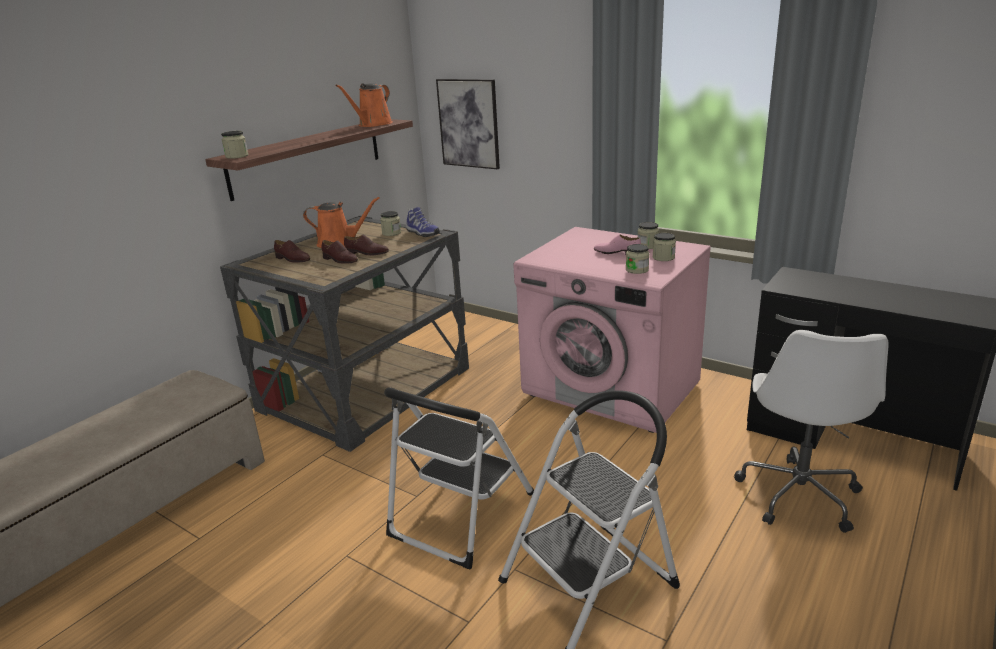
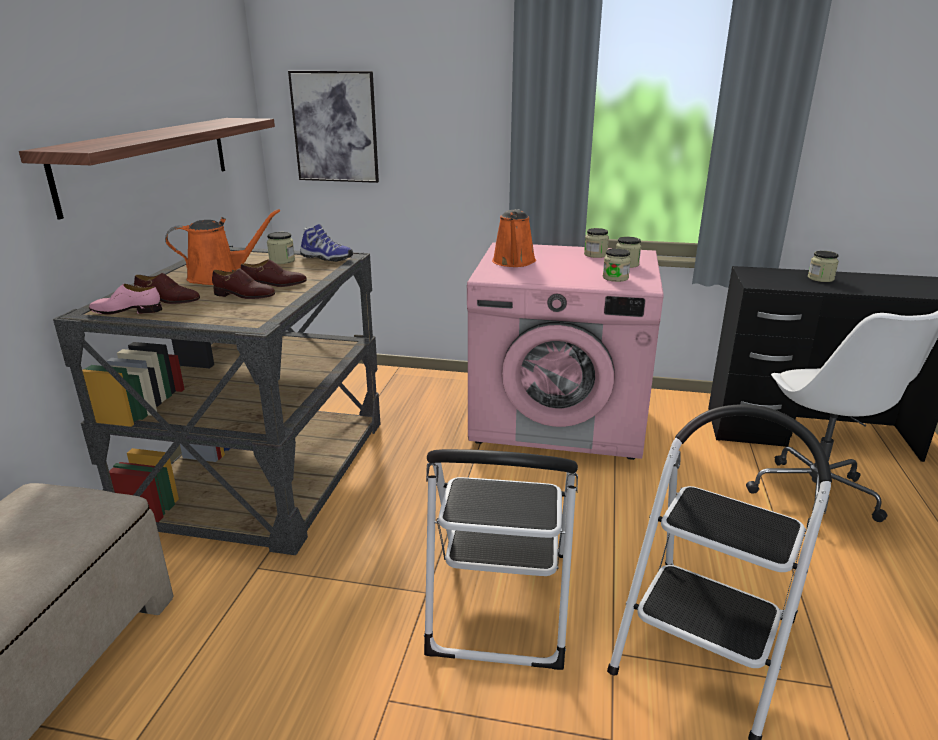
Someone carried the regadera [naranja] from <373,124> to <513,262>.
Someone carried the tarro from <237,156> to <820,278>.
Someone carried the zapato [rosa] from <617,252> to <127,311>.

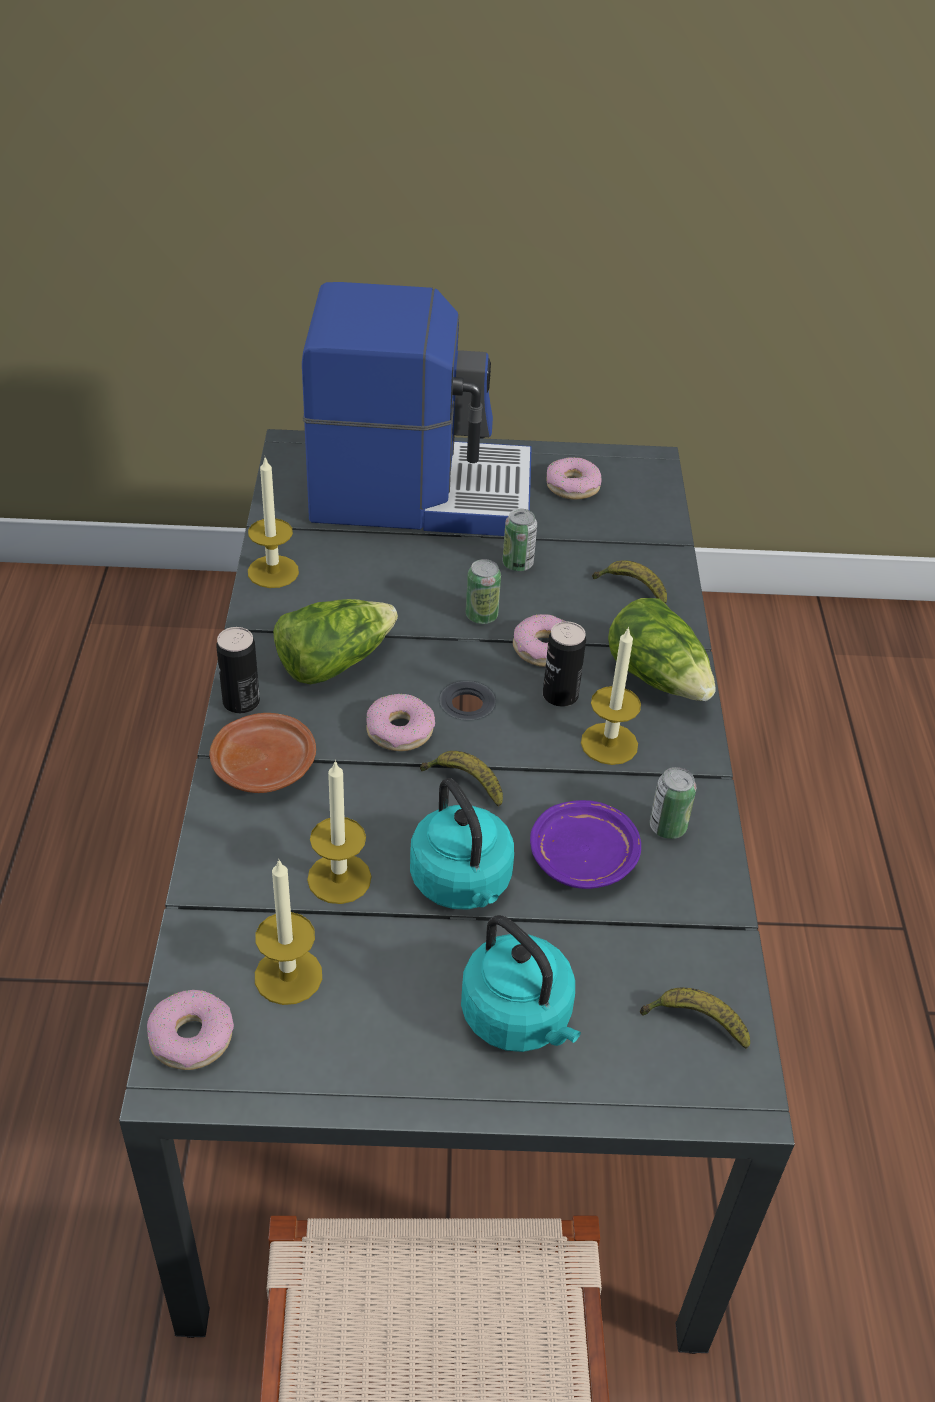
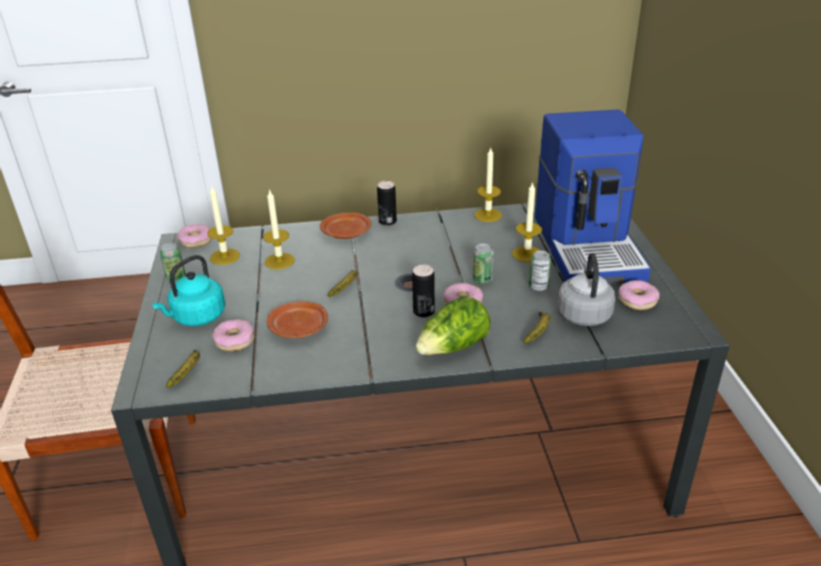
Someone took away the lechuga at <333,662>.
Someone carried the vela from <609,743> to <527,254>.
Someone carried the rosquilla from <400,730> to <234,340>.
Someone carried the lata from <667,827> to <176,278>.
Someone took away the hervidor [turquesa] at <463,884>.
Someone repainted the plato [morado] at <583,856>, which became the plato [marrón] at <299,329>.
Someone put down the hervidor [gris] at <584,313>.

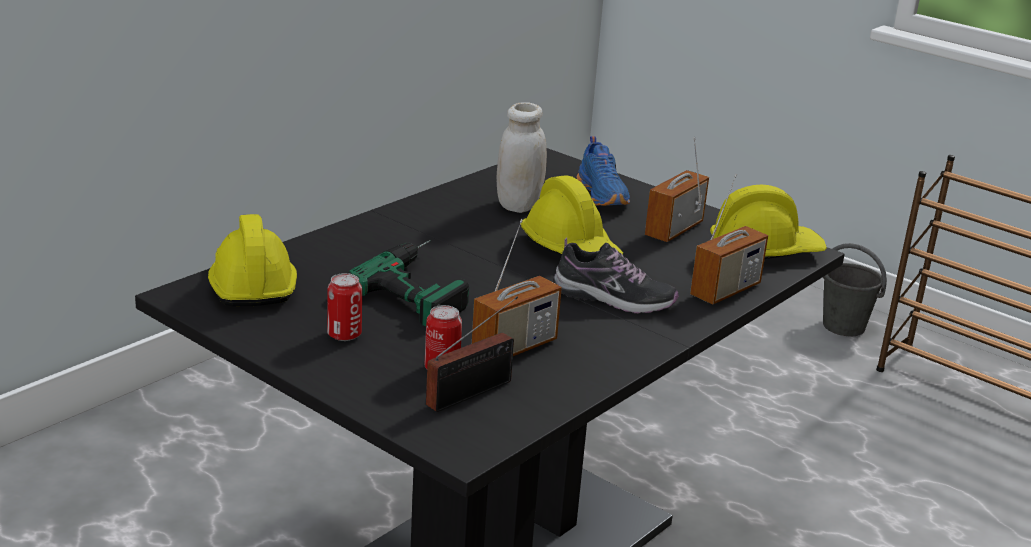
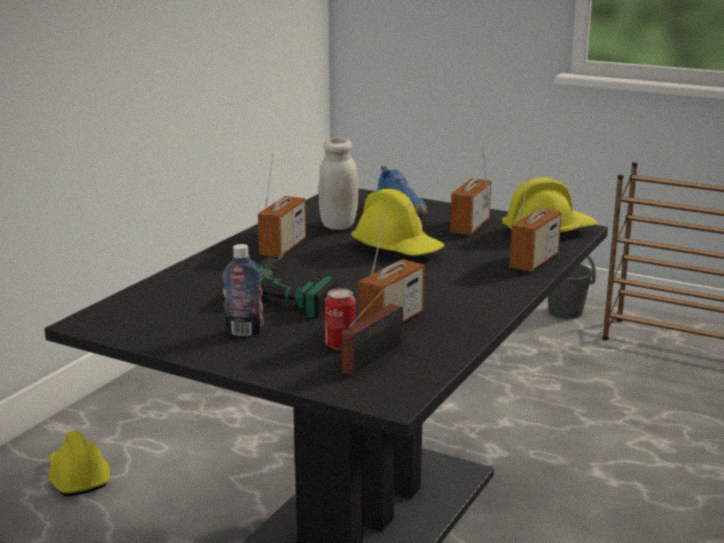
Someone carried the casco [amarillo] from <251,284> to <78,477>.
Someone took away the zapato at <613,298>.
Someone swapped the lata at <344,335> for the botella at <244,332>.
Someone put down the radio at <283,248>.

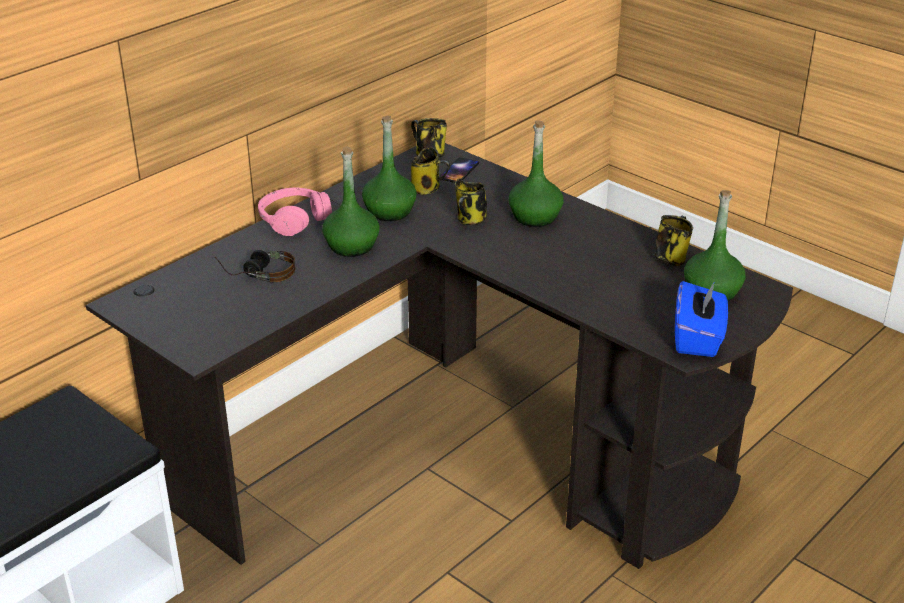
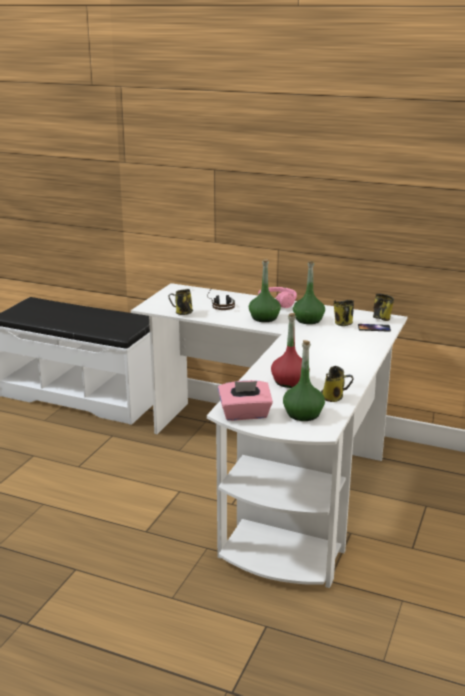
Someone took away the botella [verde] at <535,217>.
Someone repainted the escritorio [negro] at <449,449>, which became the escritorio [blanco] at <278,471>.
Someone carried the taza grande from <470,220> to <183,313>.
Someone repainted the caja de pañuelos [azul] at <698,338>, which became the caja de pañuelos [rosa] at <245,414>.
Someone put down the botella [rojo] at <289,381>.

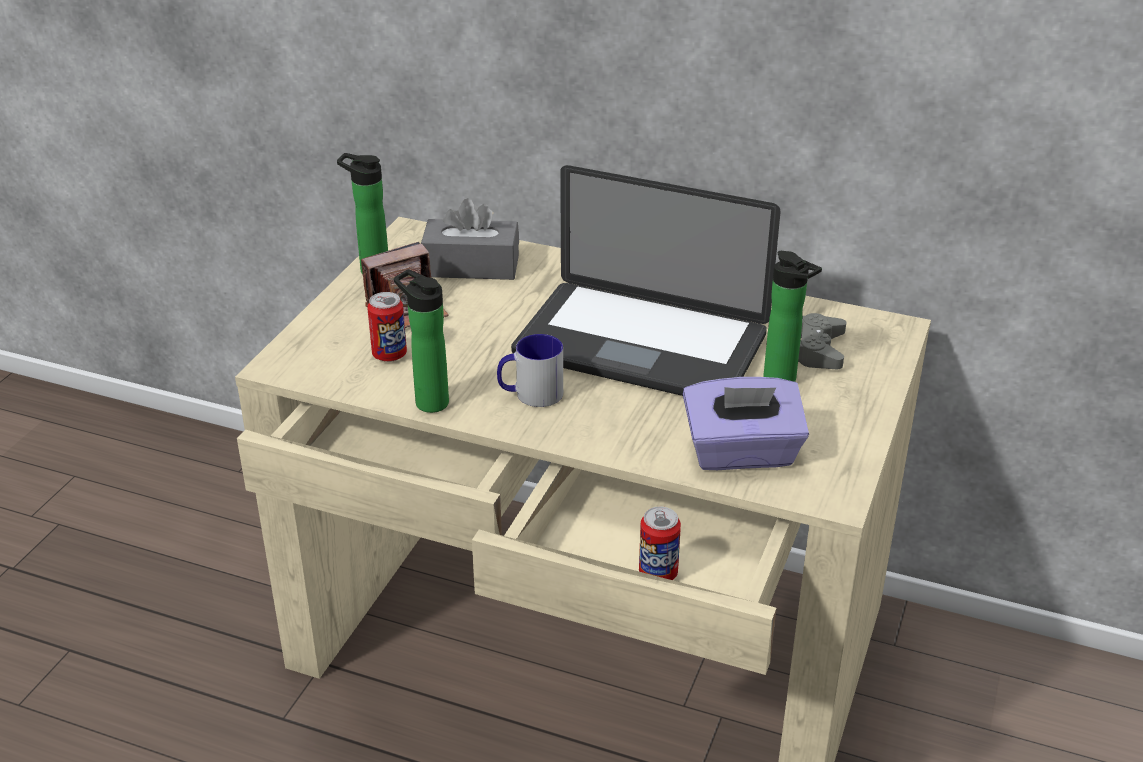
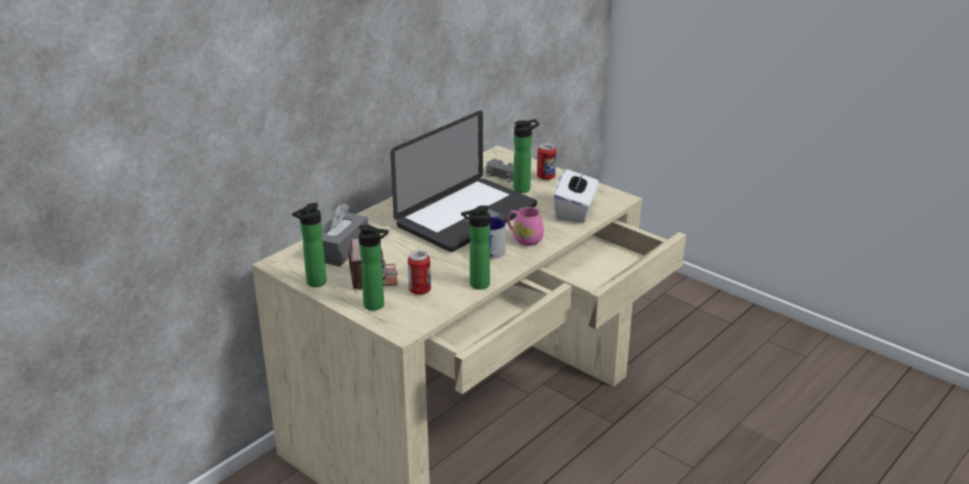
Someone repainted the caja de pañuelos [morado] at <742,453>, which became the caja de pañuelos [blanco] at <575,211>.
Someone carried the lata from <658,573> to <546,177>.
Someone put down the taza grande [rosa] at <524,239>.
Someone put down the botella at <377,306>.

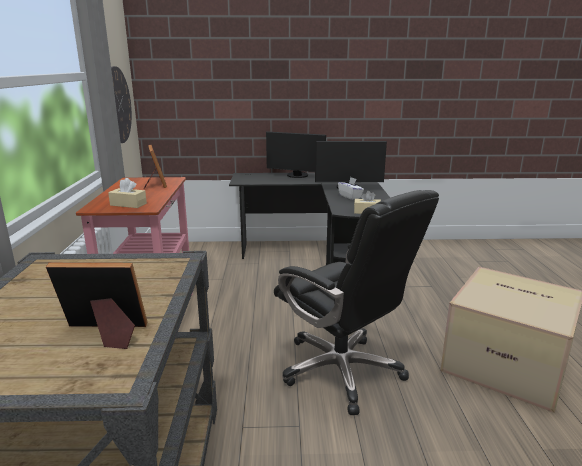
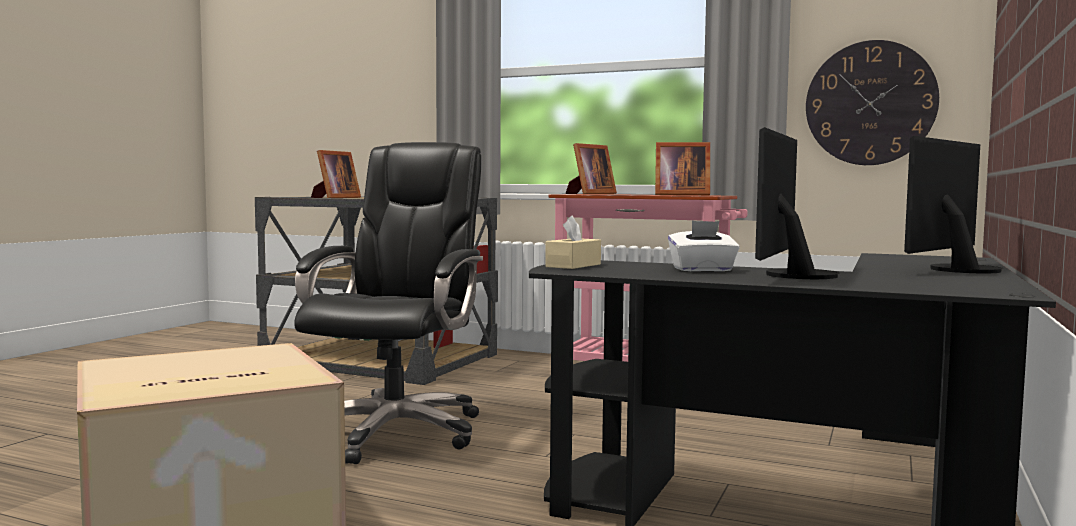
Someone swapped the caja de pañuelos [beis] at <128,204> for the portarretratos at <590,194>.
Someone rotated the silla de oficina [negro] at <342,371> by 120 degrees clockwise.

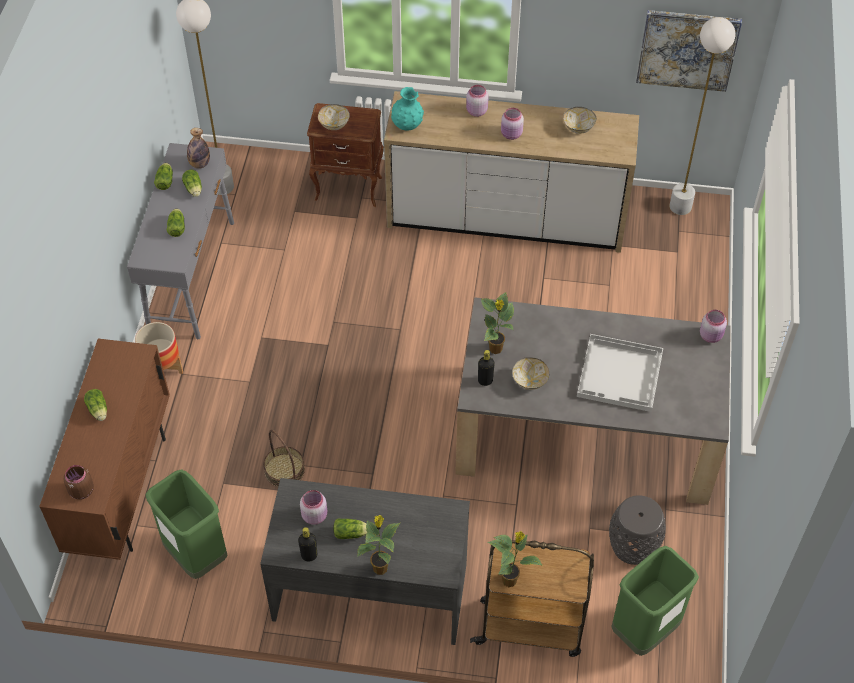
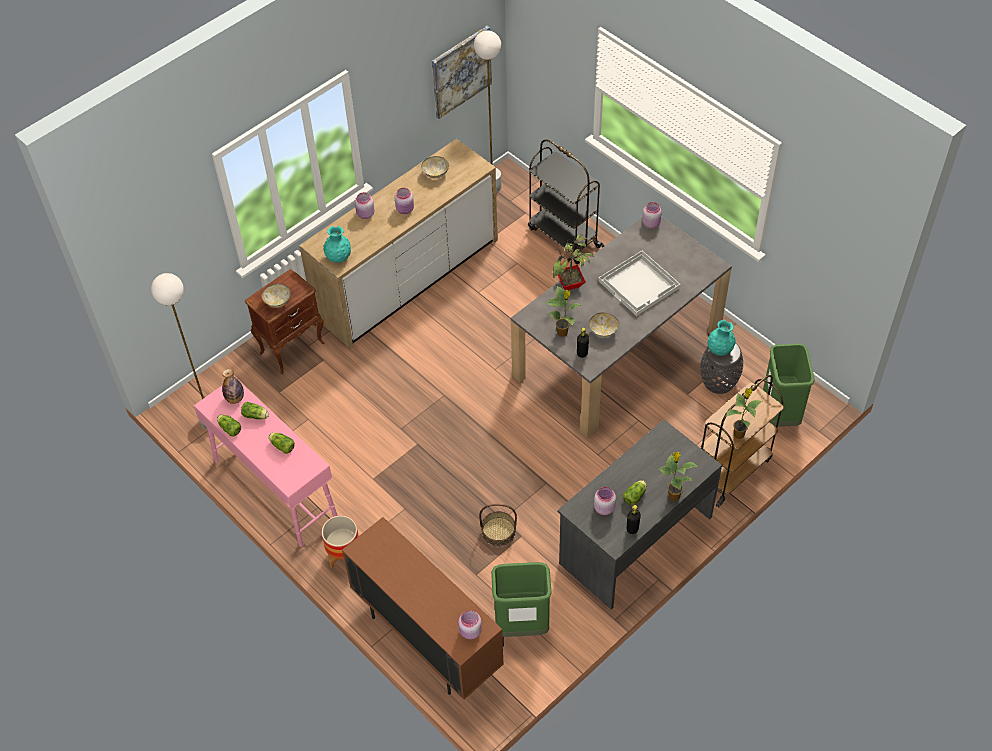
Someone repainted the mesa consola [gris] at <193,276>, which became the mesa consola [rosa] at <276,488>.
Someone took away the lechuga at <98,411>.
Someone repainted the tarro [marrón] at <81,491>, which became the tarro [rosa] at <470,632>.
Someone put down the carrito [negro] at <563,236>.
Someone put down the planta en maceta at <570,285>.
Someone put down the florero [turquesa] at <719,350>.

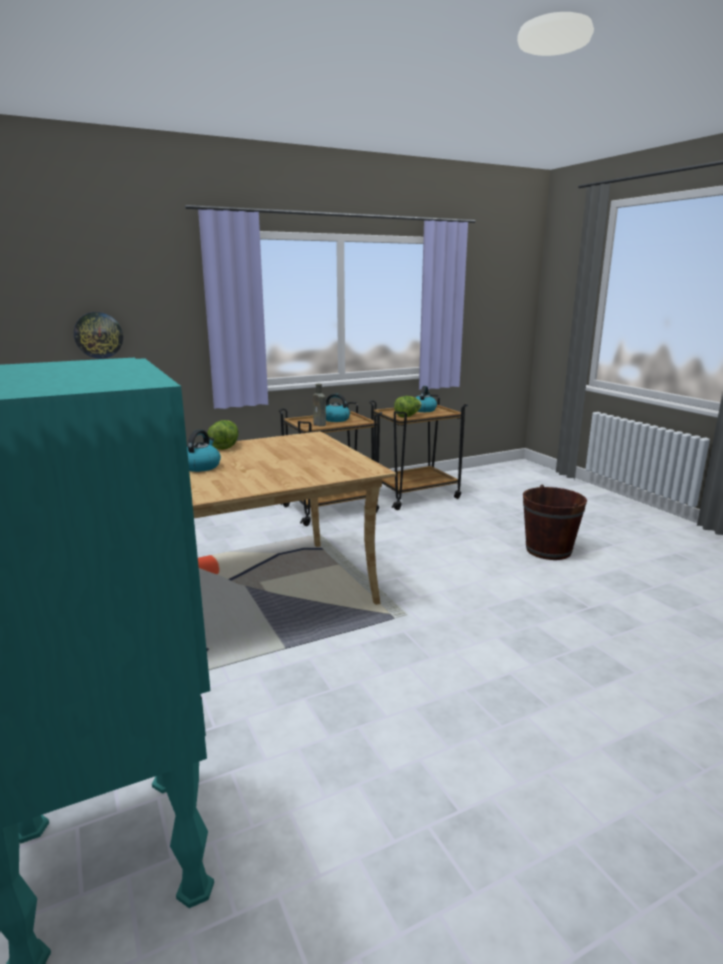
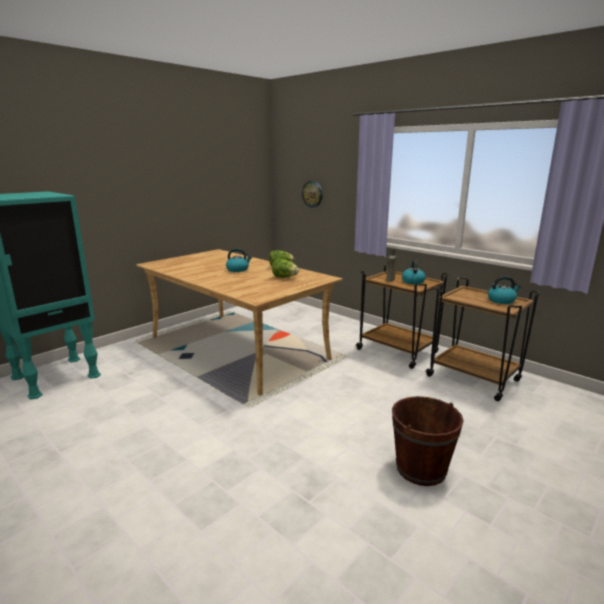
Someone carried the lechuga from <408,416> to <285,277>.

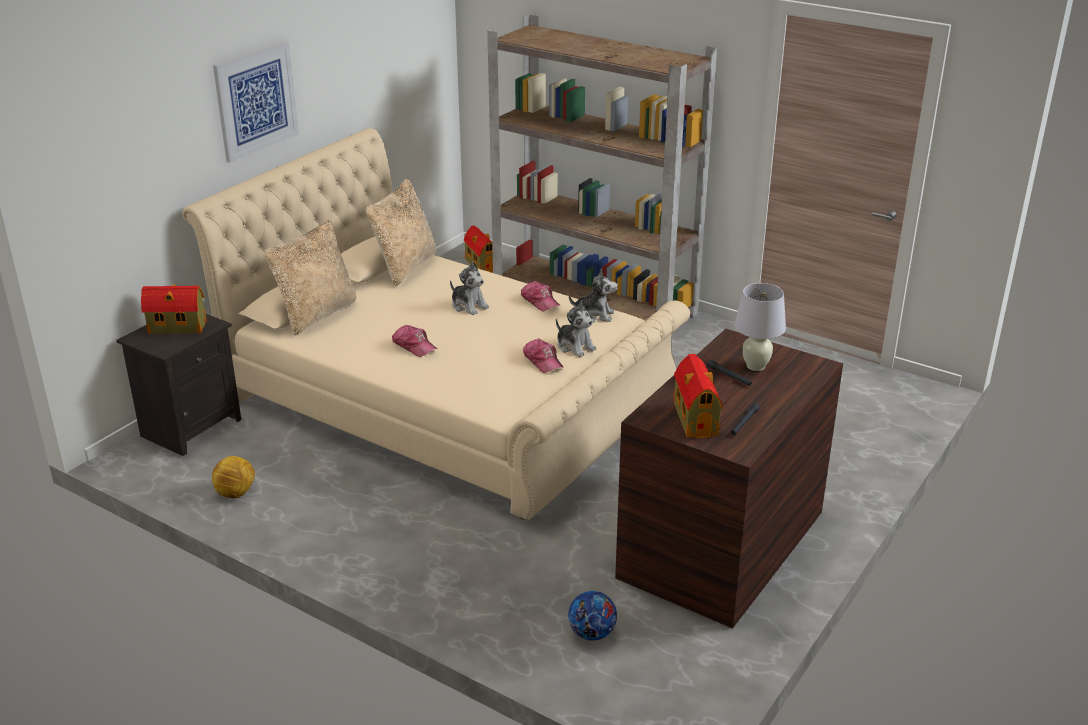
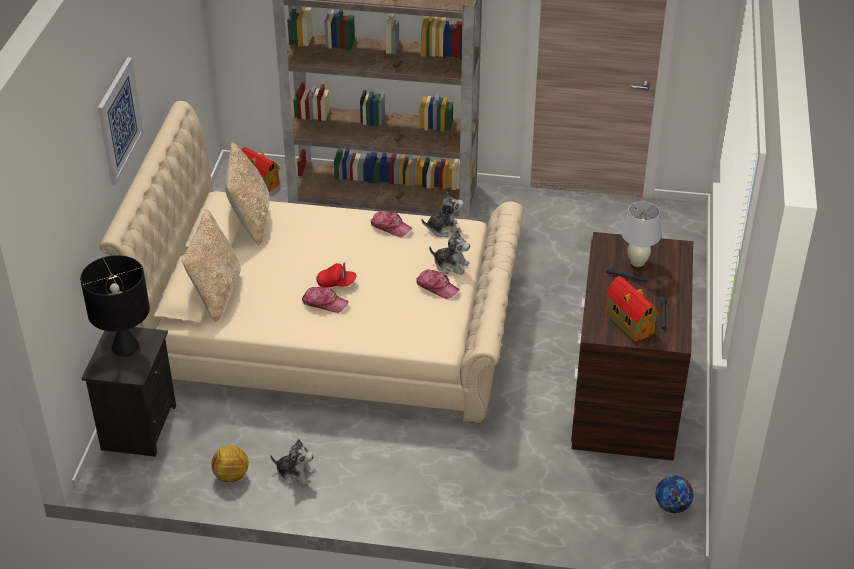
Someone carried the peluche from <469,306> to <295,473>.
Someone swapped the casita at <178,327> for the lámpara de mesa [negro] at <125,349>.
Someone carried the balón de fútbol from <592,633> to <672,506>.
Someone put down the gorra [rojo] at <336,283>.

